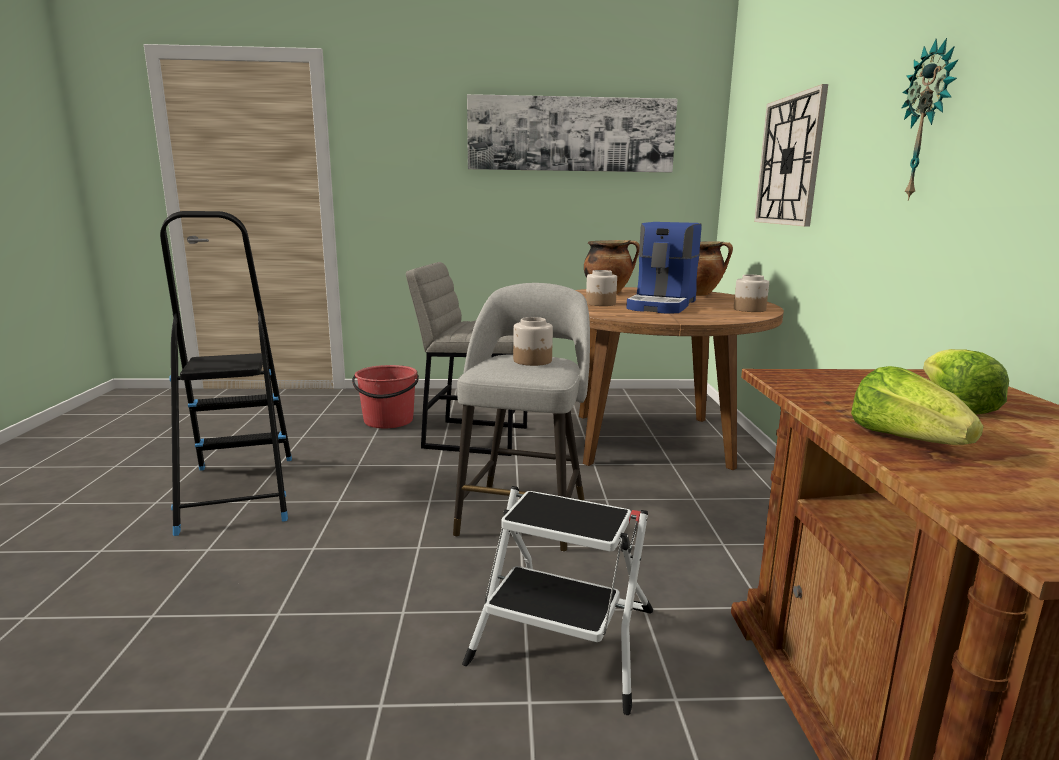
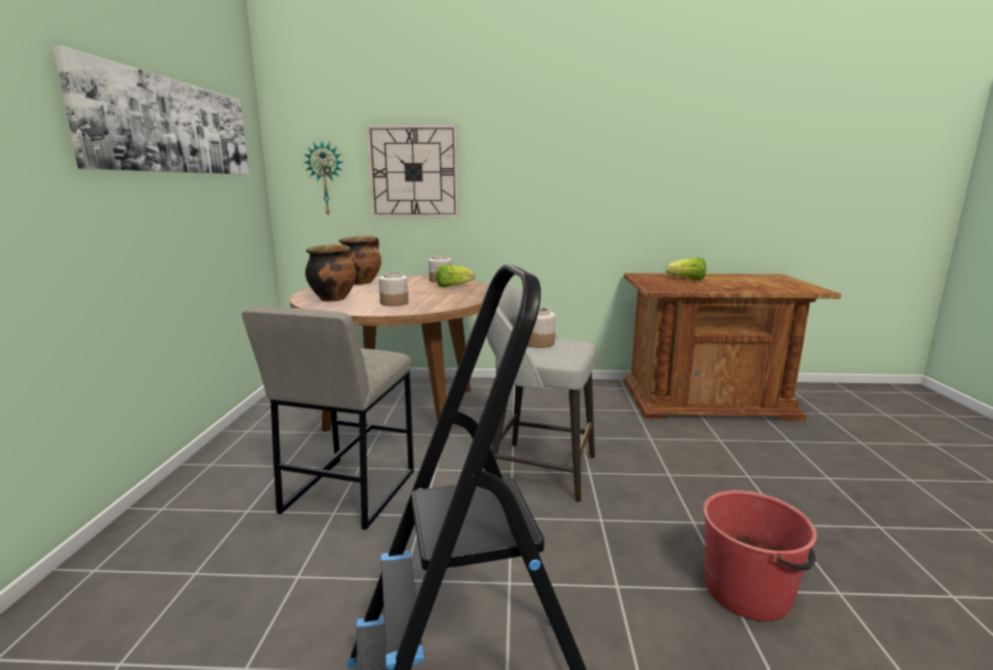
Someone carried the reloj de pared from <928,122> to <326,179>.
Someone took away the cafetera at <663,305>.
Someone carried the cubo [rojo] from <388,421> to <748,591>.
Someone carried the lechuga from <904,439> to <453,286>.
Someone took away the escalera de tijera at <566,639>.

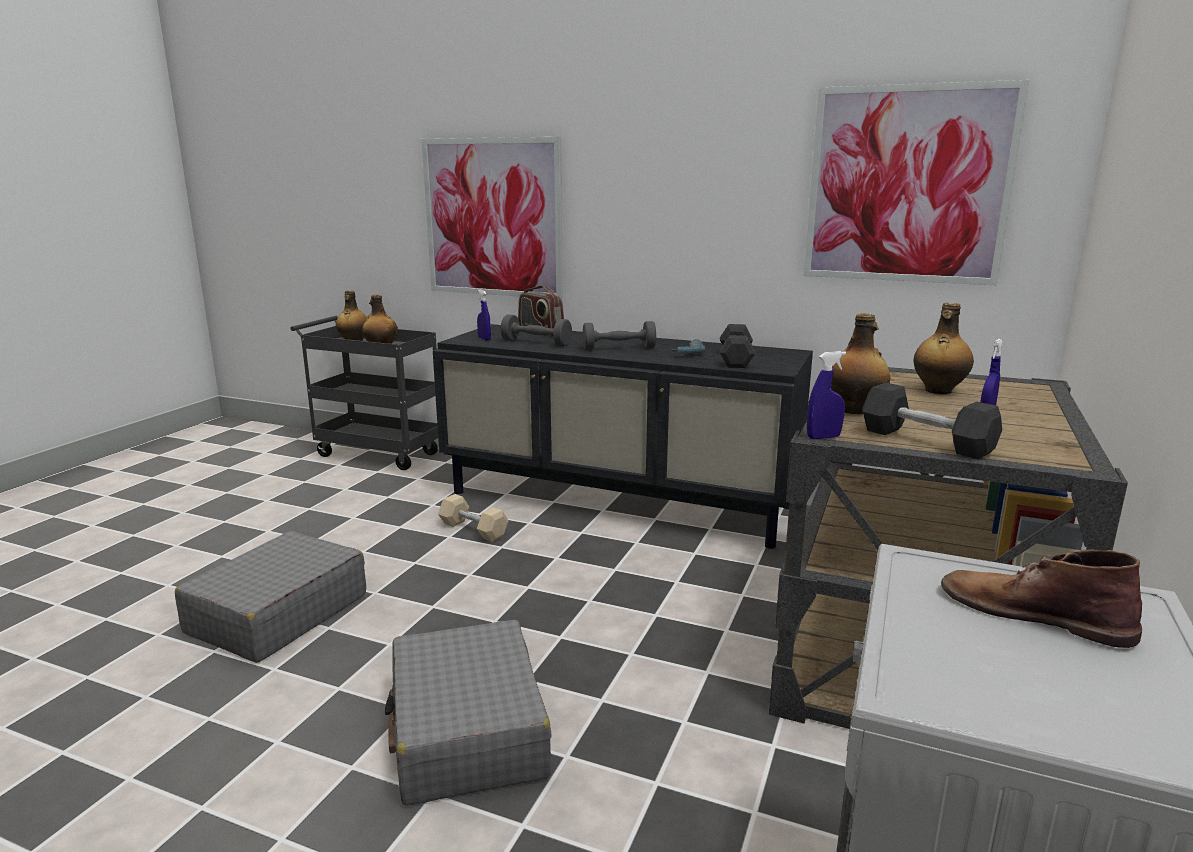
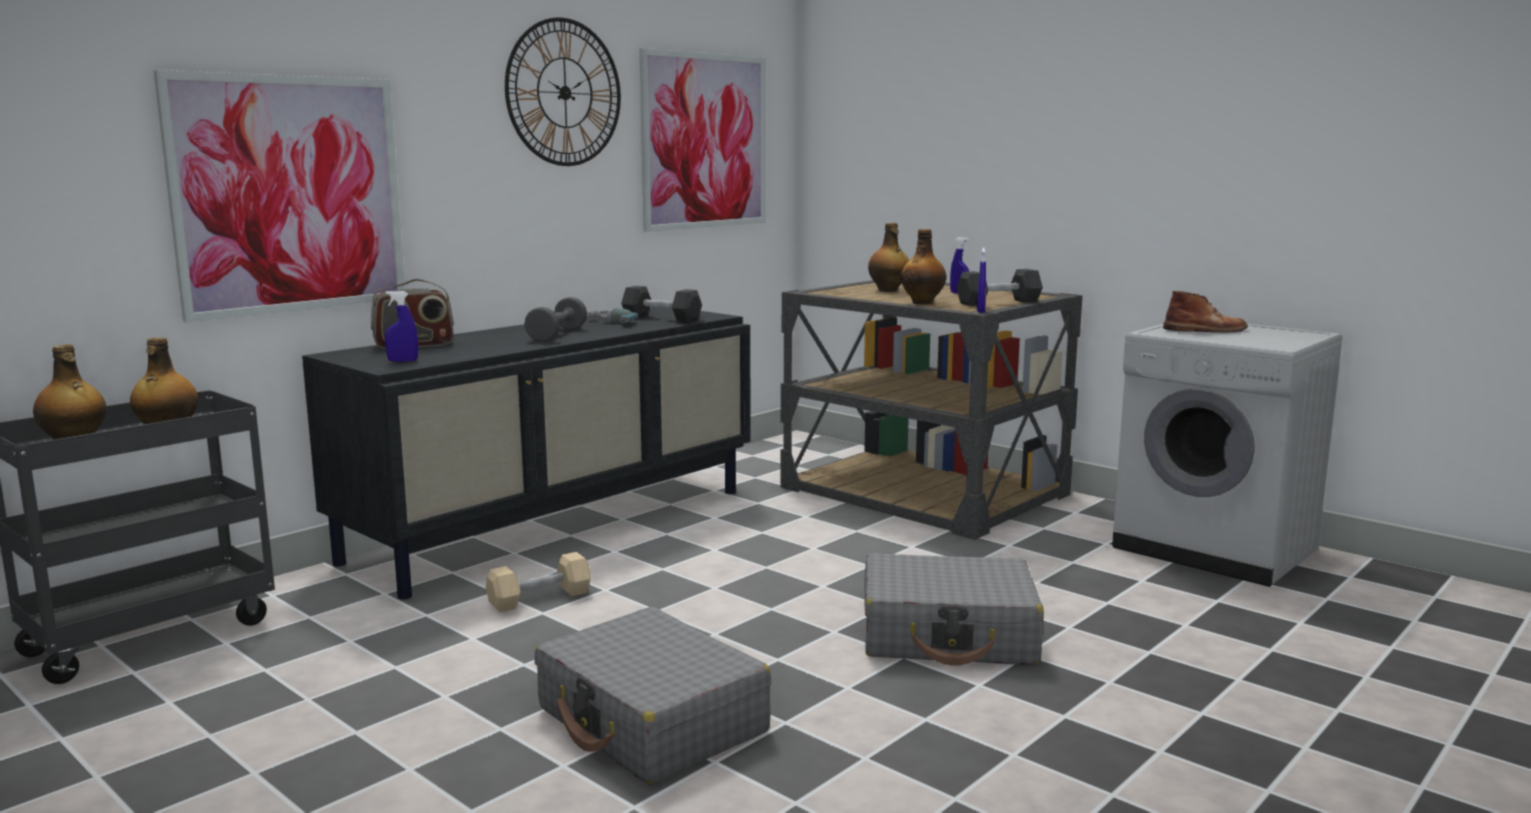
Someone took away the mancuerna [gris] at <536,343>.
Someone rotated the bota [marrón] at <1032,613> by 150 degrees counterclockwise.
Someone put up the reloj de pared at <564,93>.

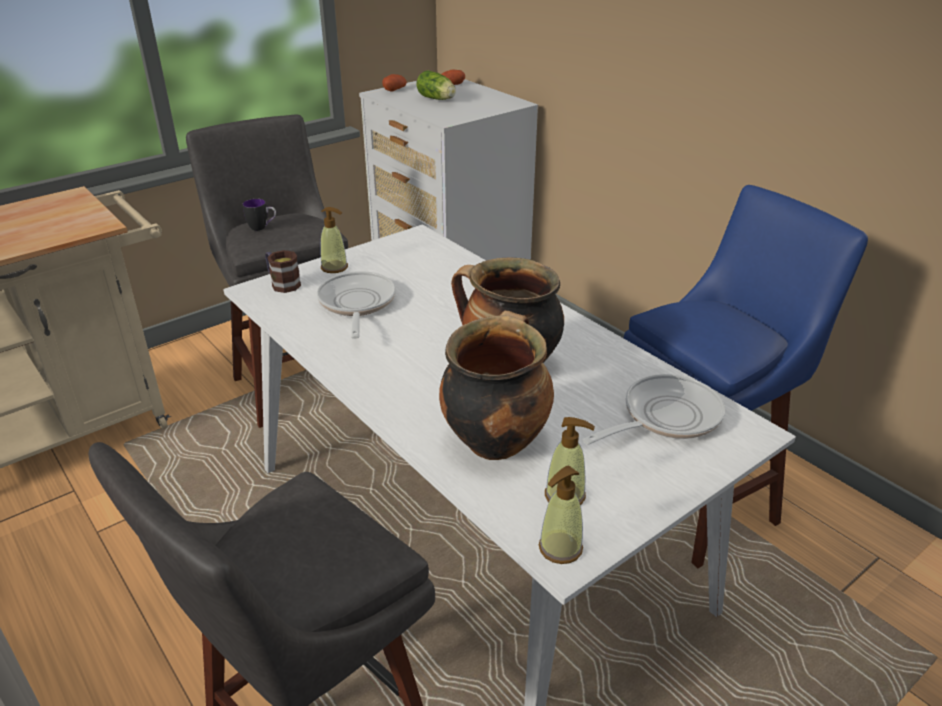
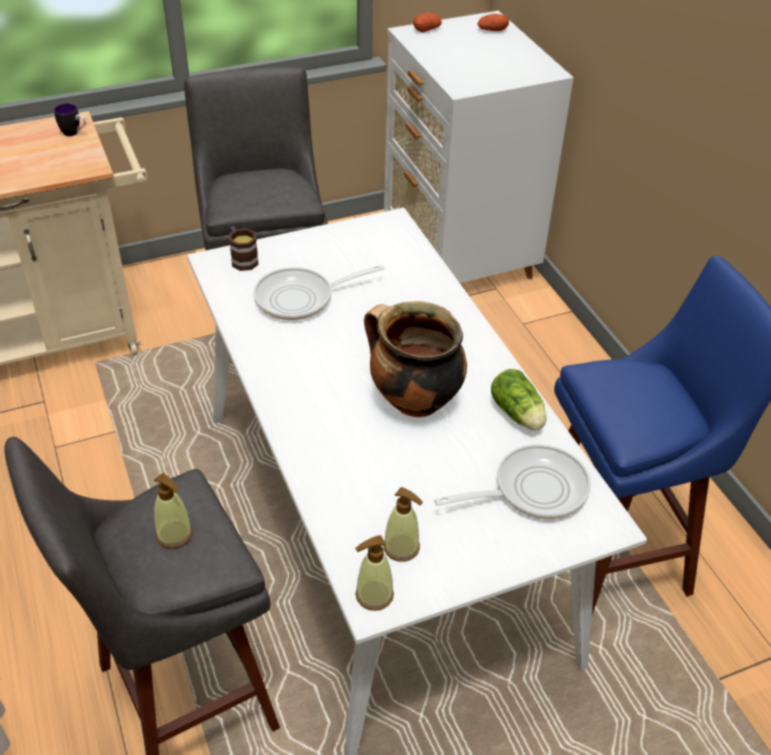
Someone carried the lechuga from <437,99> to <518,415>.
Someone carried the taza grande from <262,228> to <74,133>.
Someone carried the dispensador de jabón from <334,267> to <174,534>.
Someone rotated the sartén at <356,304> by 120 degrees counterclockwise.
Someone took away the olla at <495,440>.

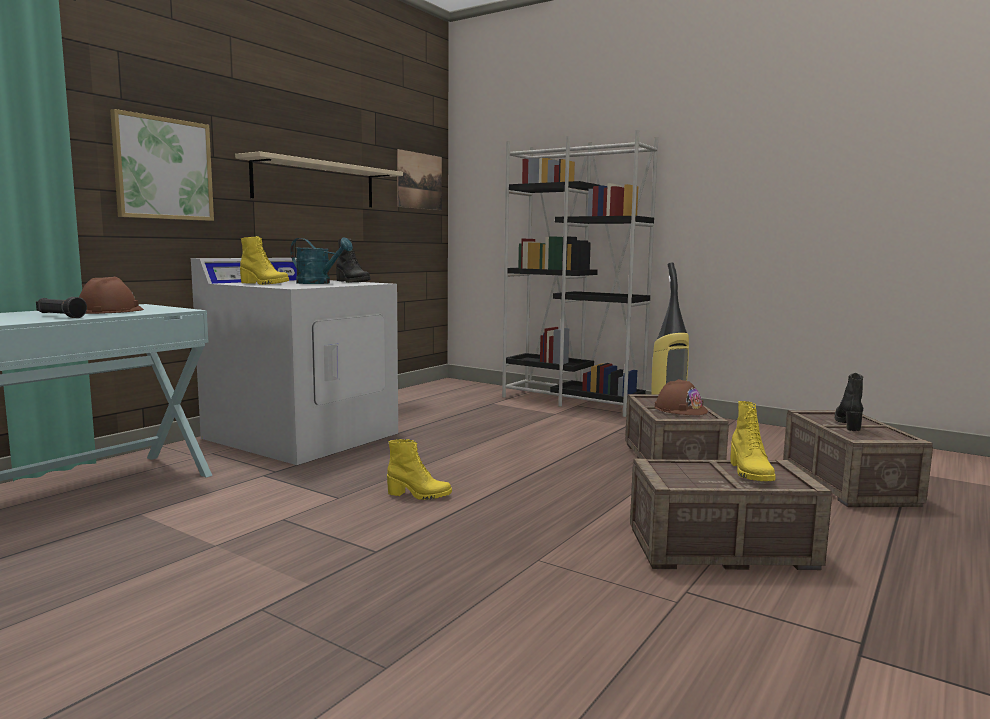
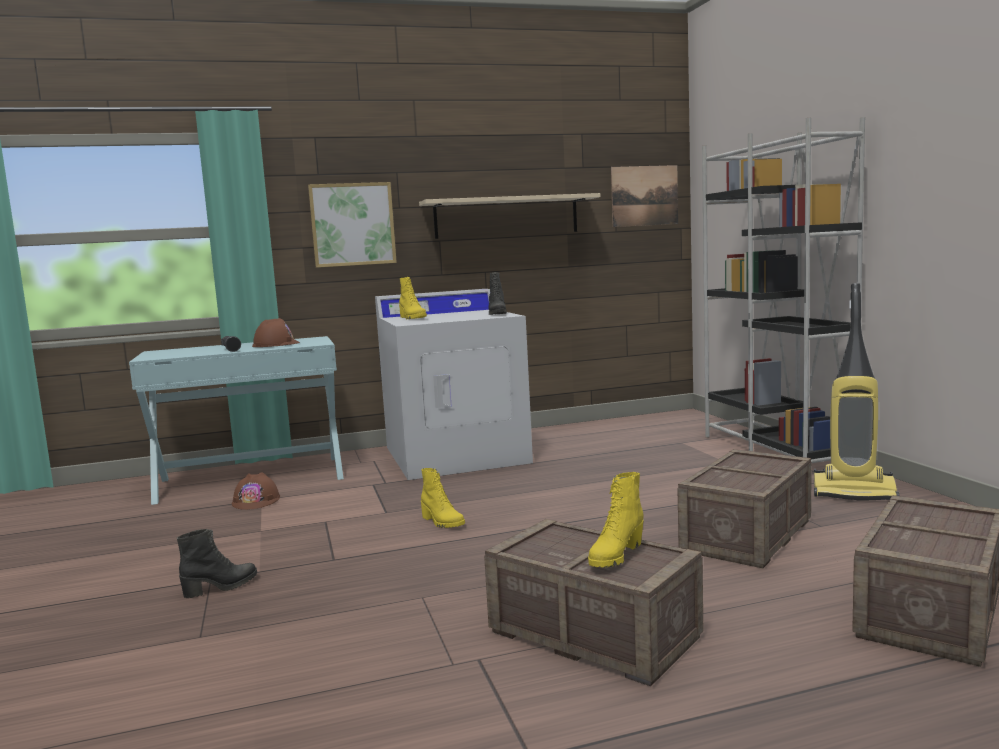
Someone took away the regadera [turquesa] at <319,283>.
Someone carried the bota [negro] from <849,424> to <221,587>.
Someone carried the casco [marrón] from <680,409> to <256,501>.

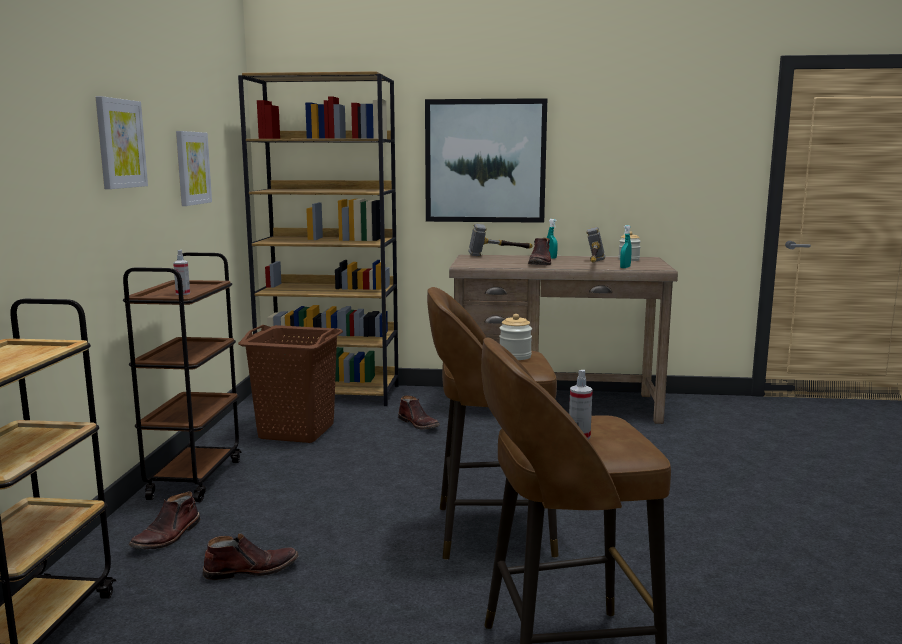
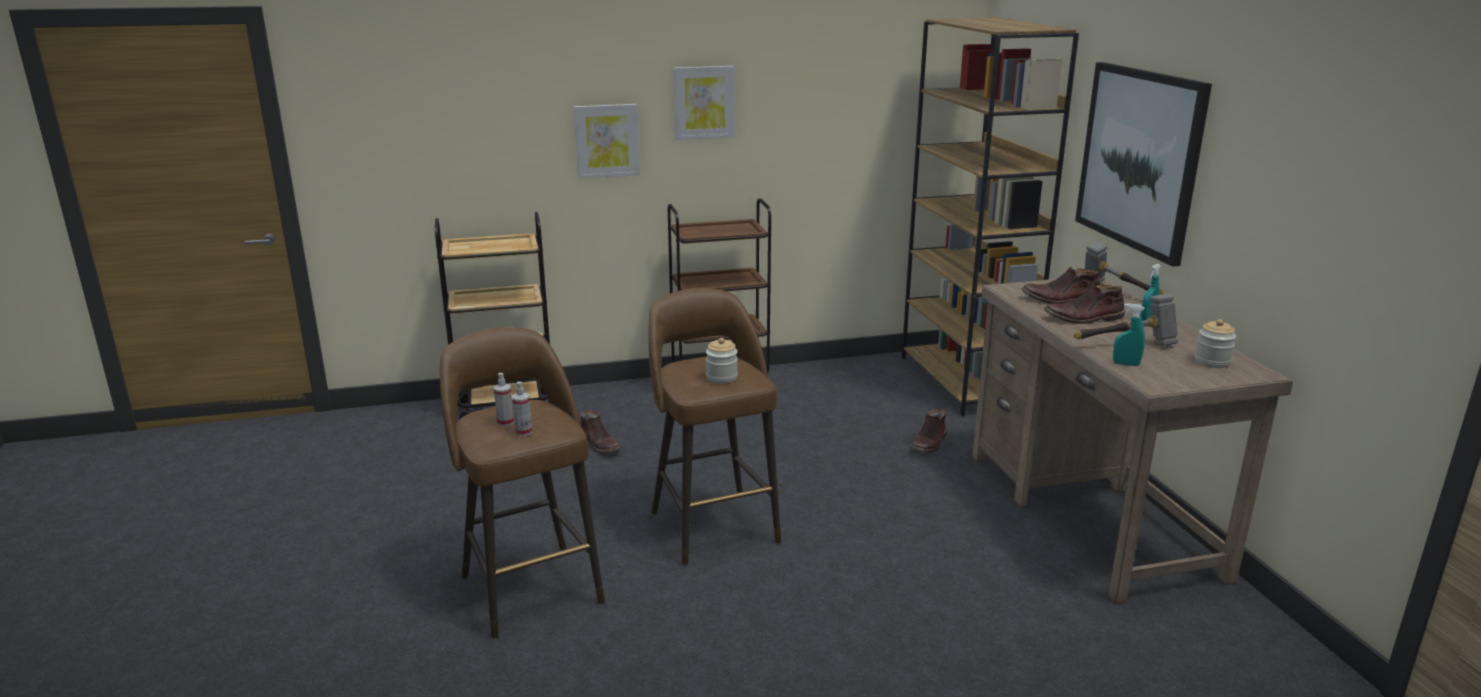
Someone carried the cuadro from <192,168> to <606,140>.
Someone carried the pulverizador from <183,293> to <524,432>.
Someone took away the cesto de la ropa [marrón] at <296,431>.
Someone carried the bota [marrón] from <167,536> to <1061,300>.

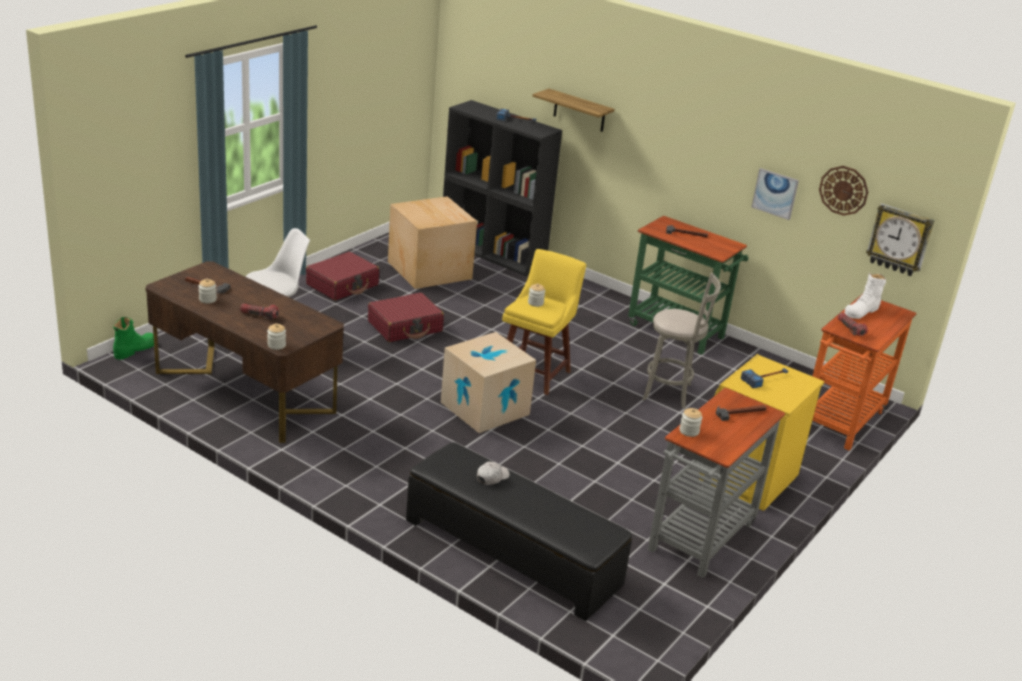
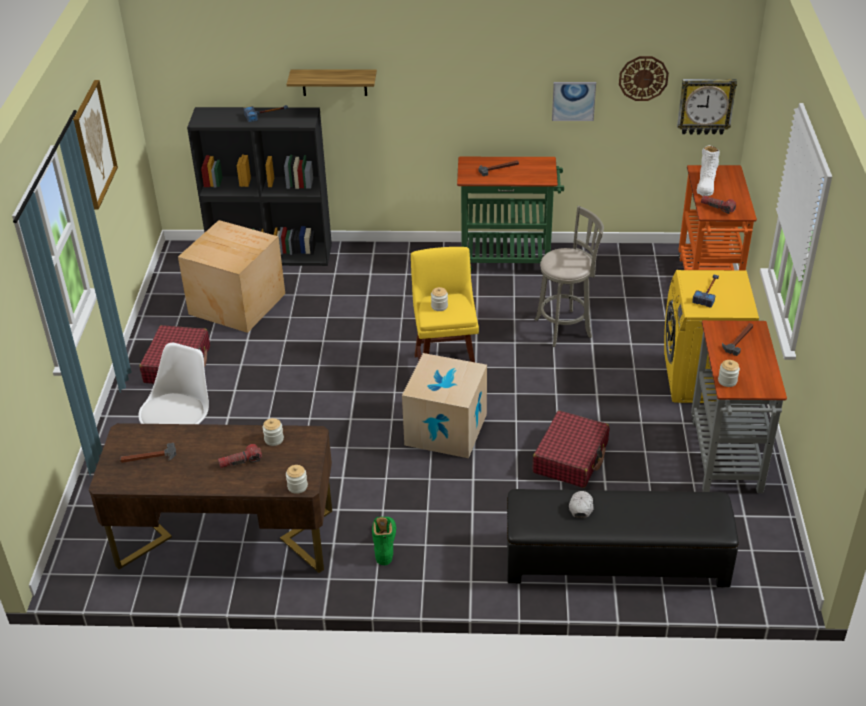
Someone carried the tarro from <207,299> to <274,439>.
Someone carried the maleta [rojo] from <405,327> to <571,458>.
Someone carried the bota [verde] from <134,349> to <385,544>.
Someone put up the cuadro at <94,144>.

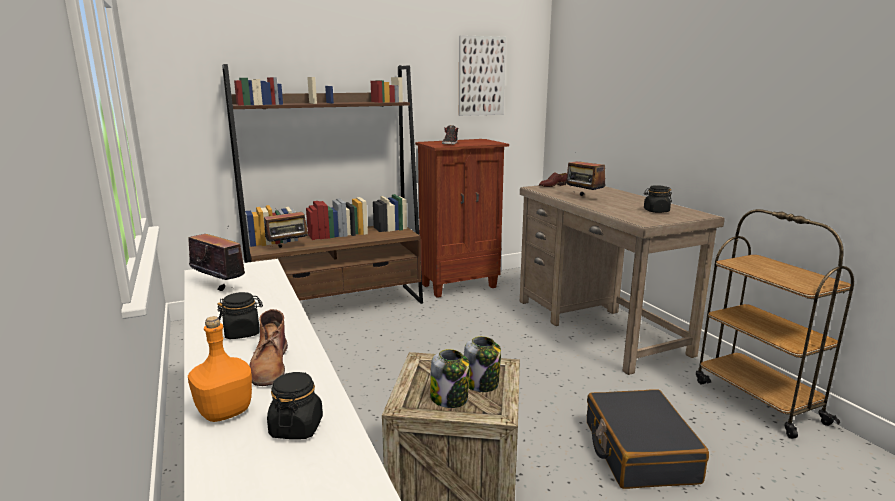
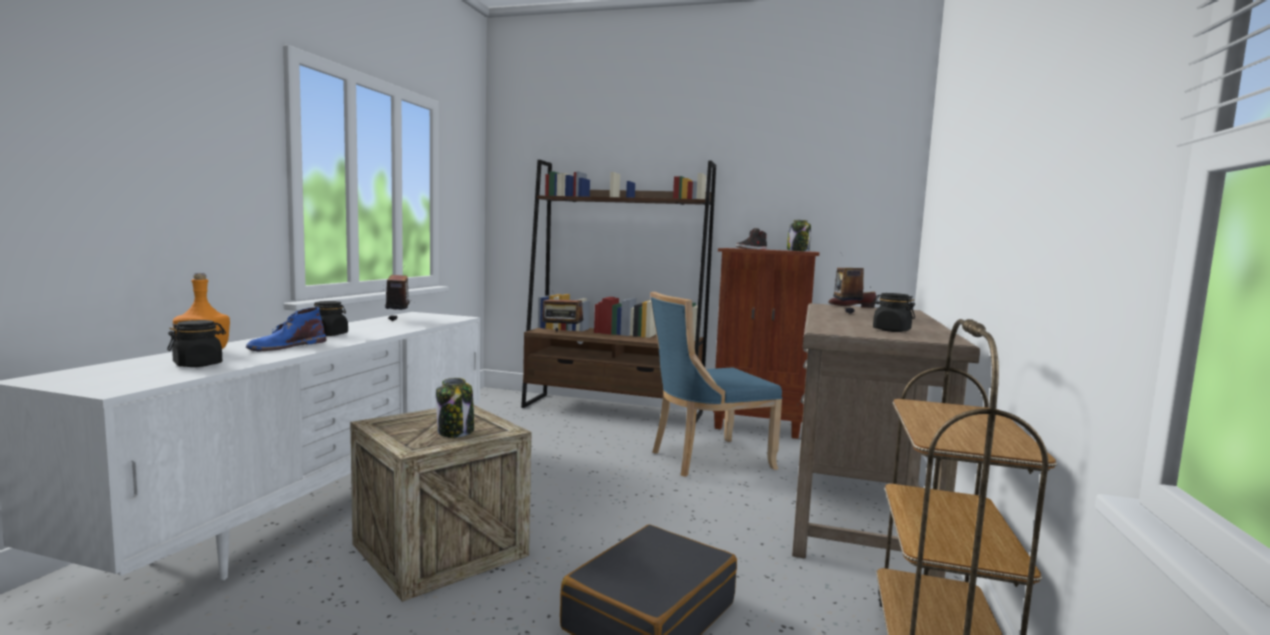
Someone took away the cuadro at <481,76>.
Someone repainted the bota [marrón] at <270,365>, which became the bota [azul] at <286,346>.
Someone carried the tarro from <449,399> to <798,251>.
Someone put down the silla [azul] at <706,459>.

